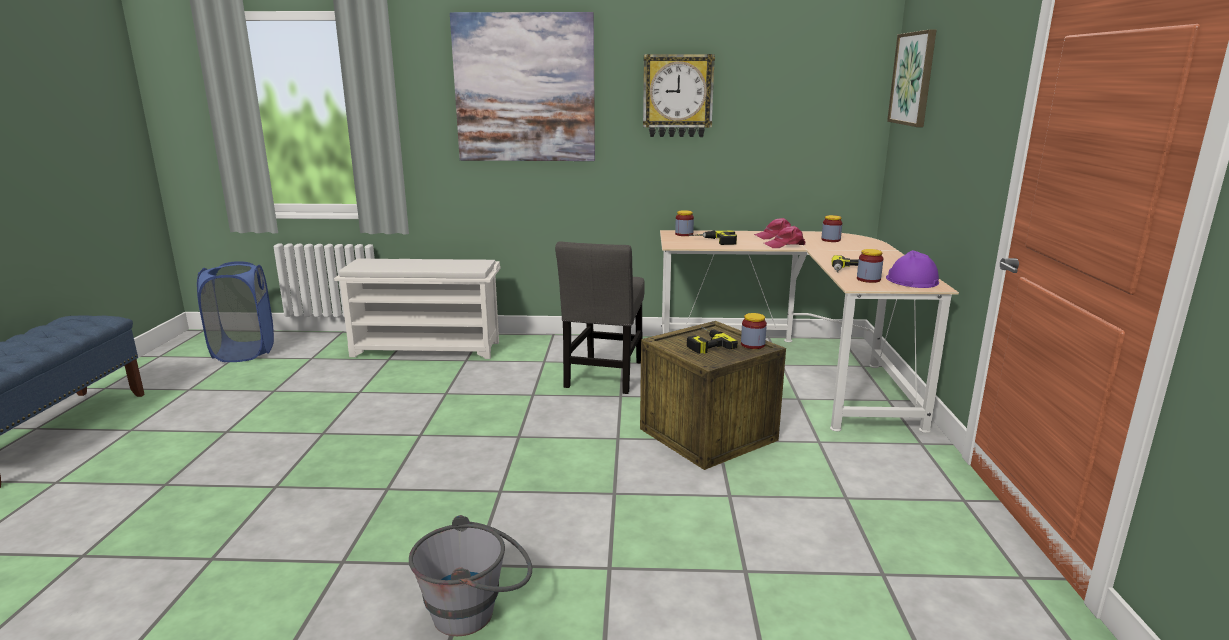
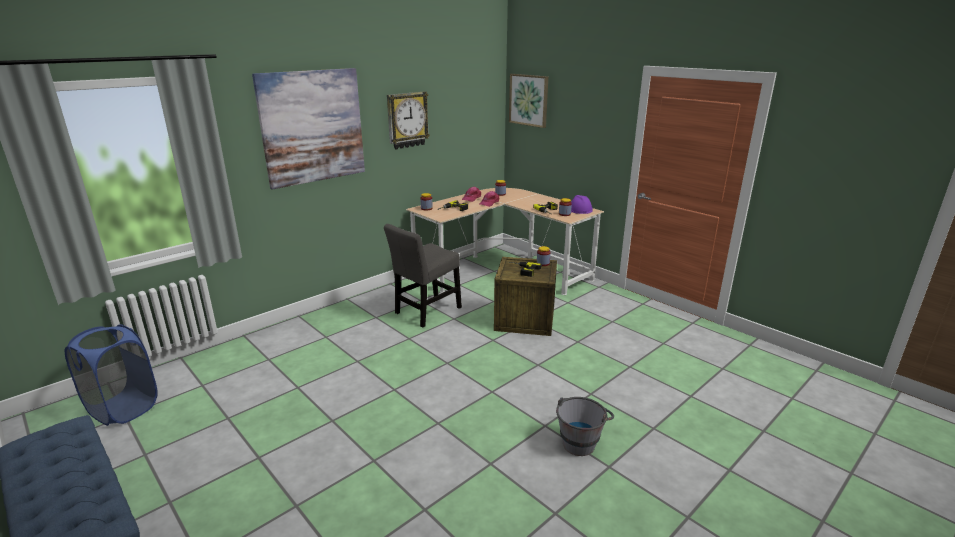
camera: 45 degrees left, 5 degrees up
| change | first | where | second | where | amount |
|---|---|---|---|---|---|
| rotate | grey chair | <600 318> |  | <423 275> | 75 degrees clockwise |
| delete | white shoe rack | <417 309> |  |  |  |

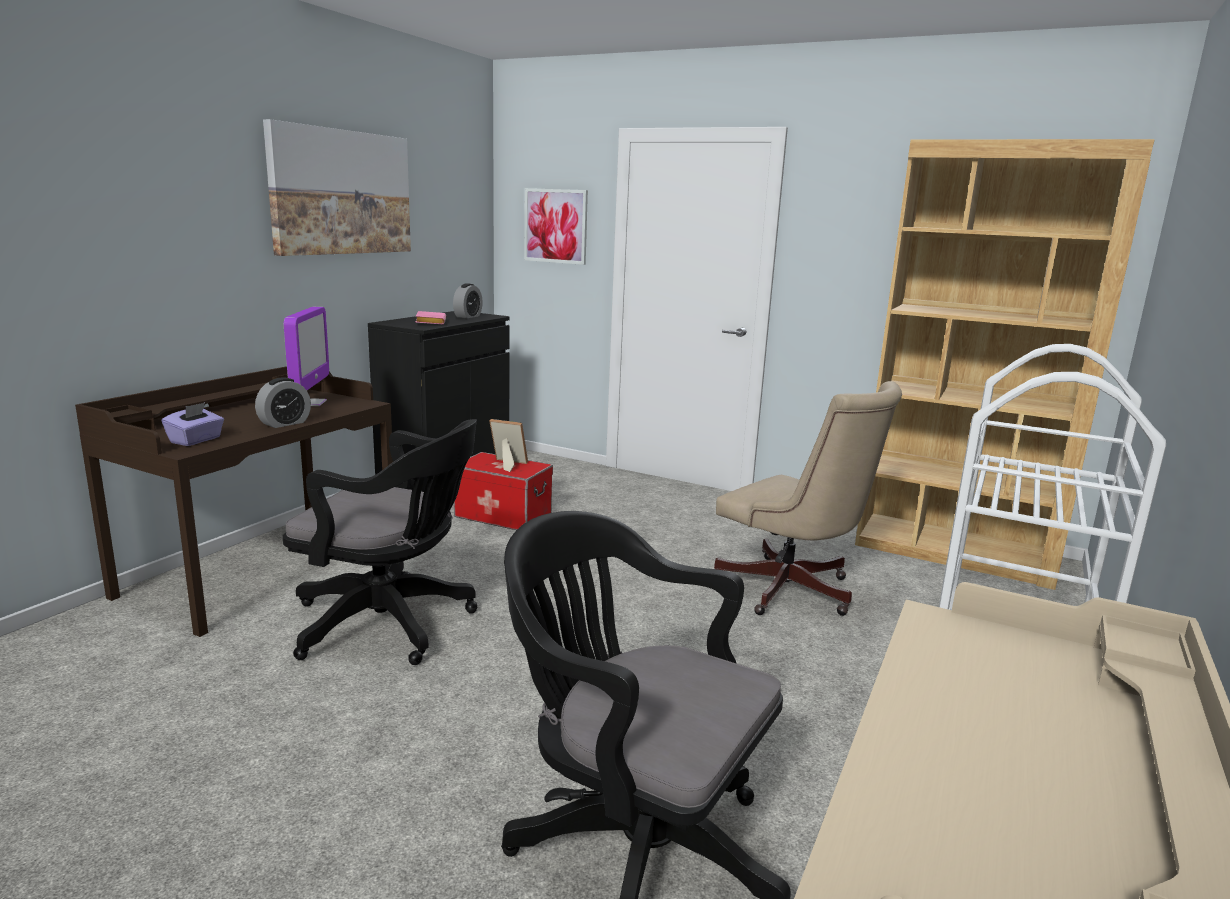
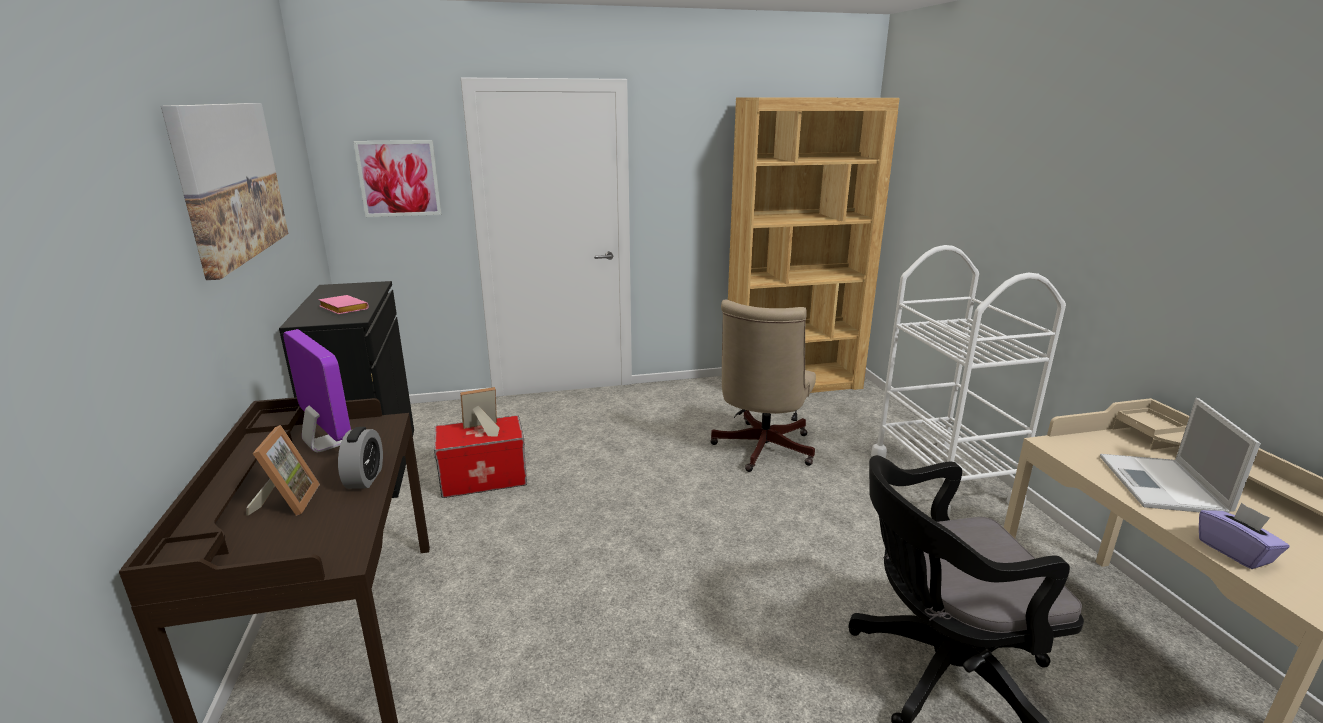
camera: 40 degrees left, 5 degrees up
| change | first | where | second | where | amount |
|---|---|---|---|---|---|
| insert |  |  | picture frame | <283 470> |  |
| rotate | beige office chair | <808 498> |  | <763 385> | 105 degrees clockwise |
| insert |  |  | laptop | <1180 455> |  |
| move | purple tissue box | <193 424> |  | <1244 536> |  |
| delete | black office chair | <380 542> |  |  |  |
| delete | alarm clock | <468 300> |  |  |  |

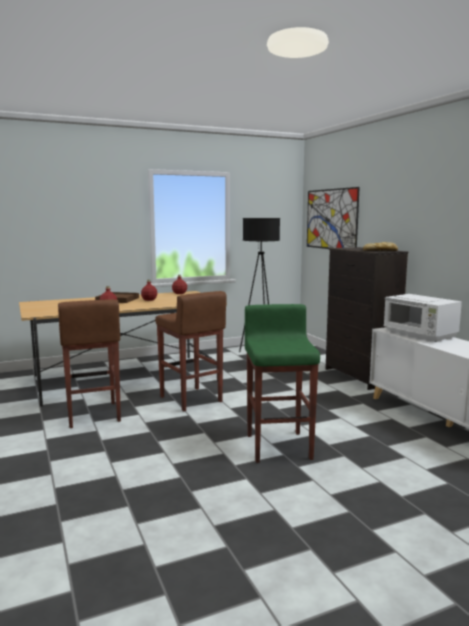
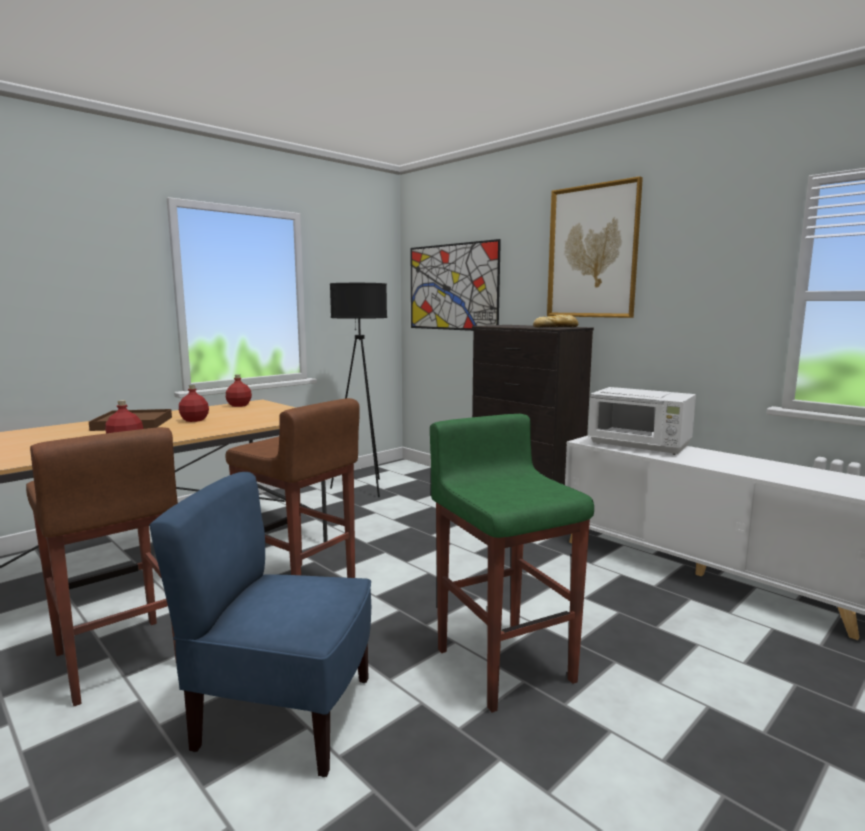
camera: 20 degrees left, 0 degrees up
| change | first | where | second | where | amount |
|---|---|---|---|---|---|
| insert |  |  | blue chair | <260 624> |  |
| insert |  |  | picture | <595 247> |  |

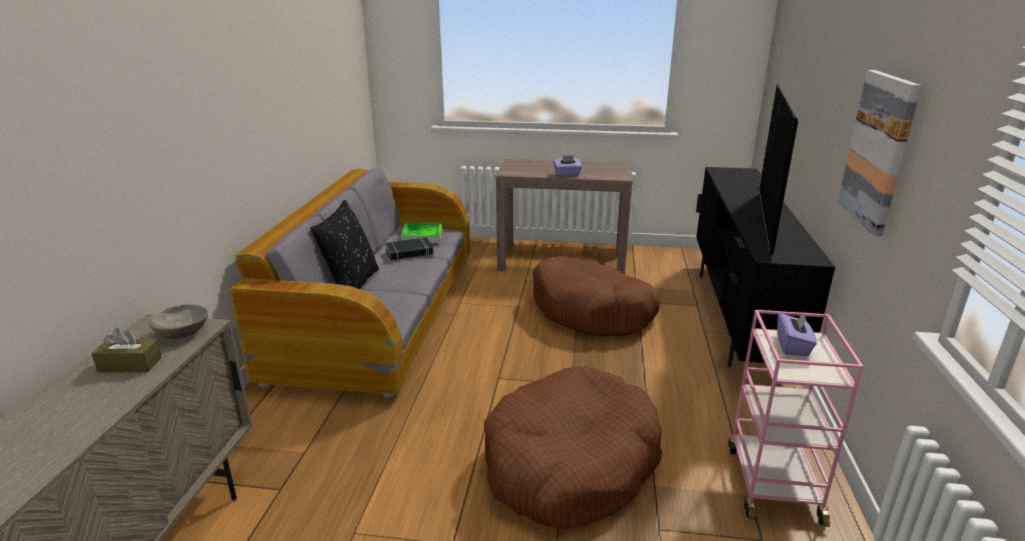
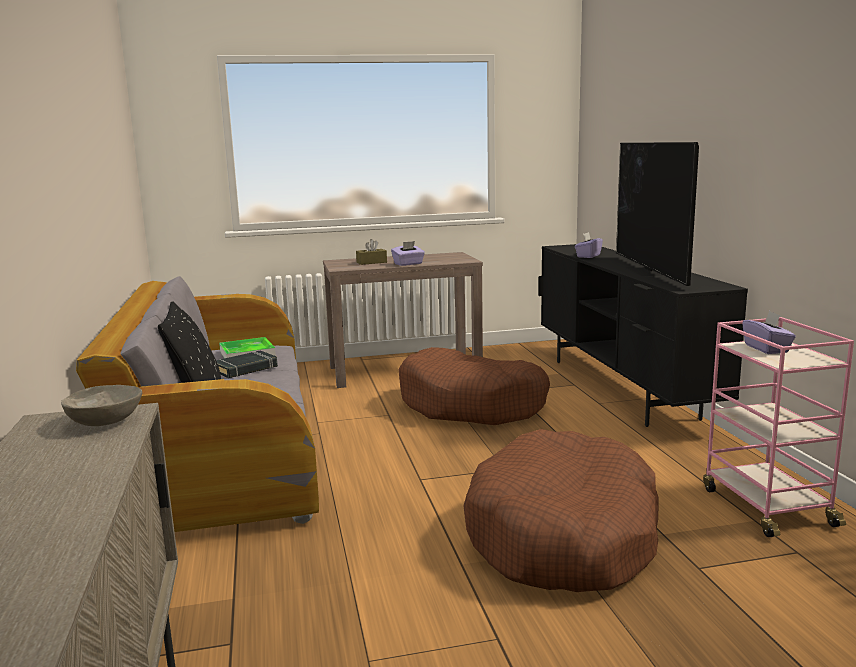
camera: 20 degrees left, 10 degrees down
| change | first | where | second | where | amount |
|---|---|---|---|---|---|
| move | brown tissue box | <126 350> |  | <371 252> |  |
| insert |  |  | purple tissue box | <589 245> |  |
| delete | picture | <879 153> |  |  |  |

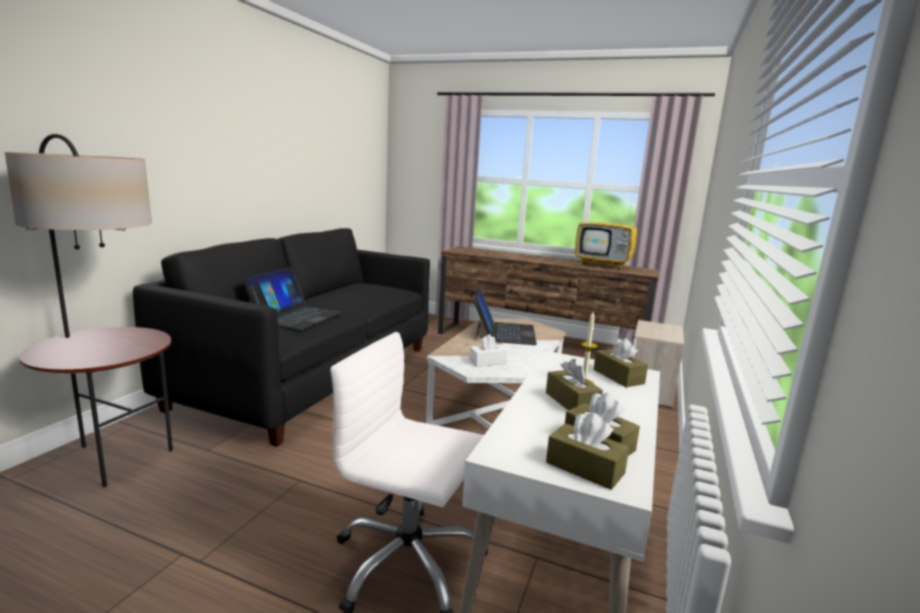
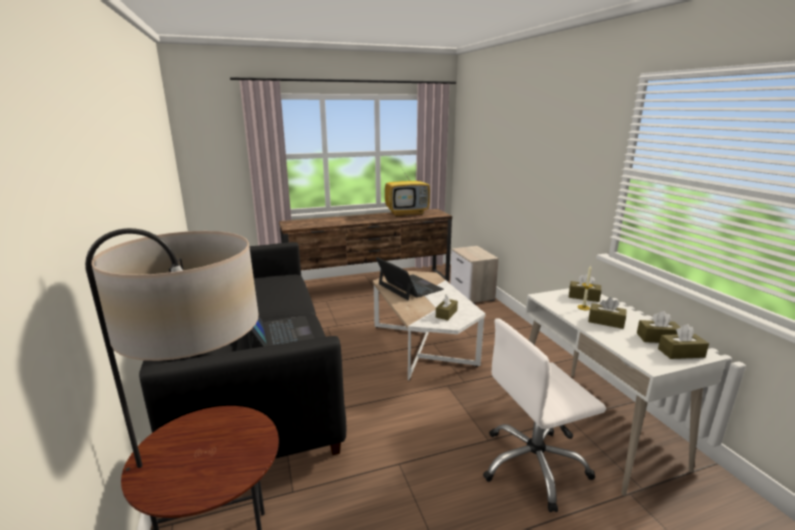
camera: 40 degrees left, 5 degrees up
| change | first | where | second | where | amount |
|---|---|---|---|---|---|
| recolor | white tissue box | <488 350> | brown tissue box | <447 307> |  |

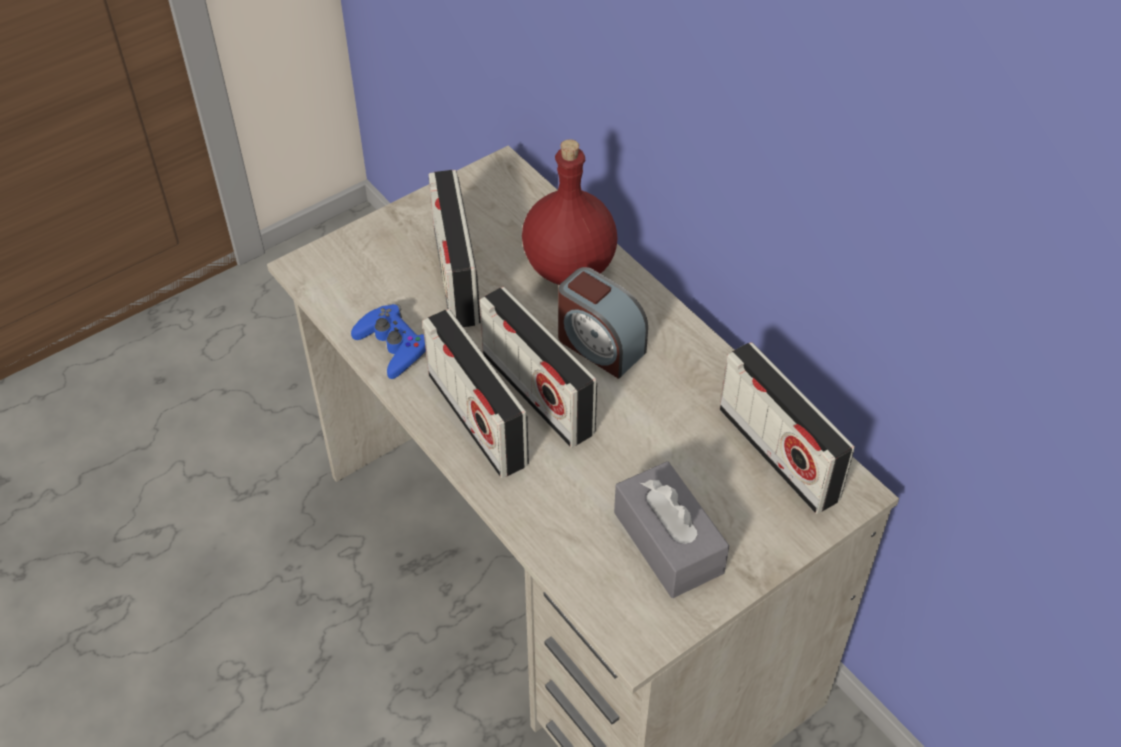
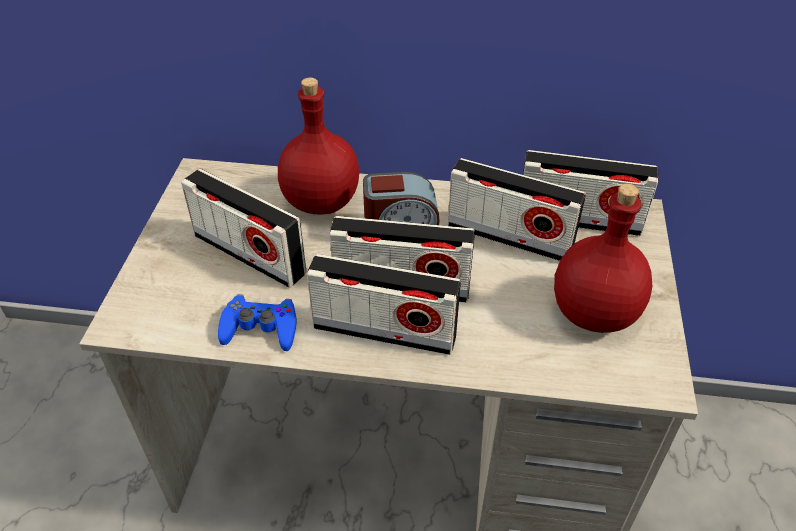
camera: 45 degrees left, 5 degrees down
| change | first | where | second | where | amount |
|---|---|---|---|---|---|
| insert |  |  | radio | <517 209> |  |
| replace | grey tissue box | <671 529> | red bottle | <603 258> |  |

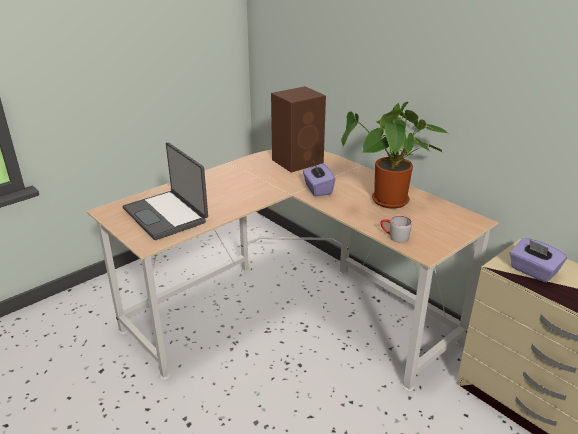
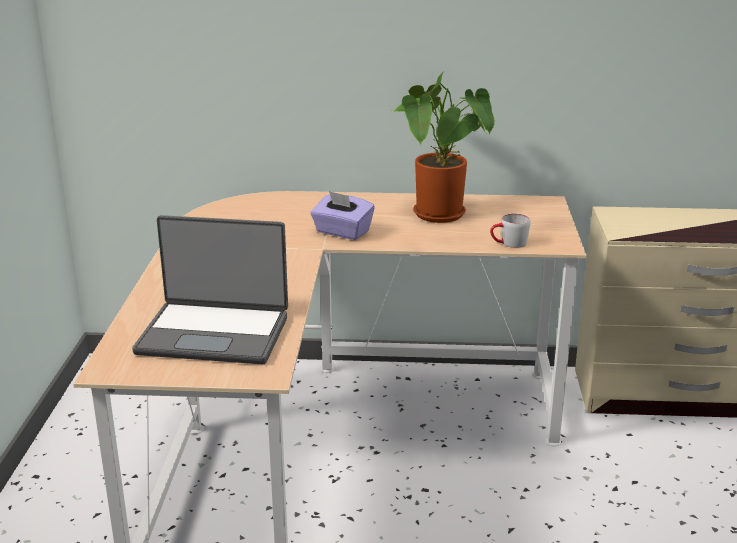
camera: 45 degrees left, 5 degrees down
| change | first | where | second | where | amount |
|---|---|---|---|---|---|
| delete | brown speaker | <298 129> |  |  |  |
| delete | purple tissue box | <538 260> |  |  |  |

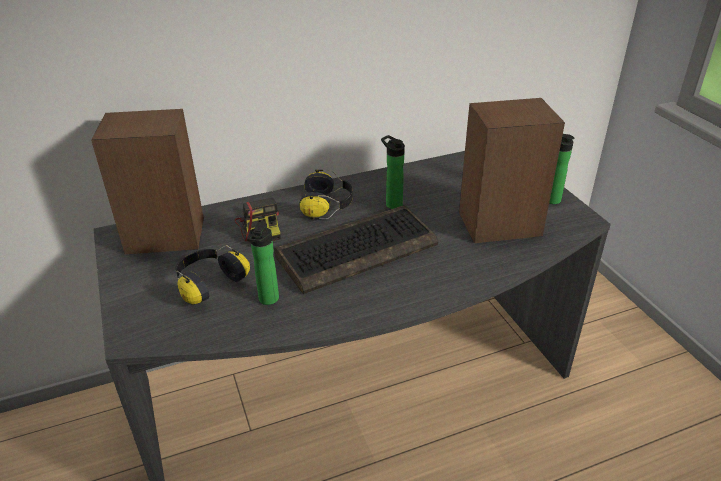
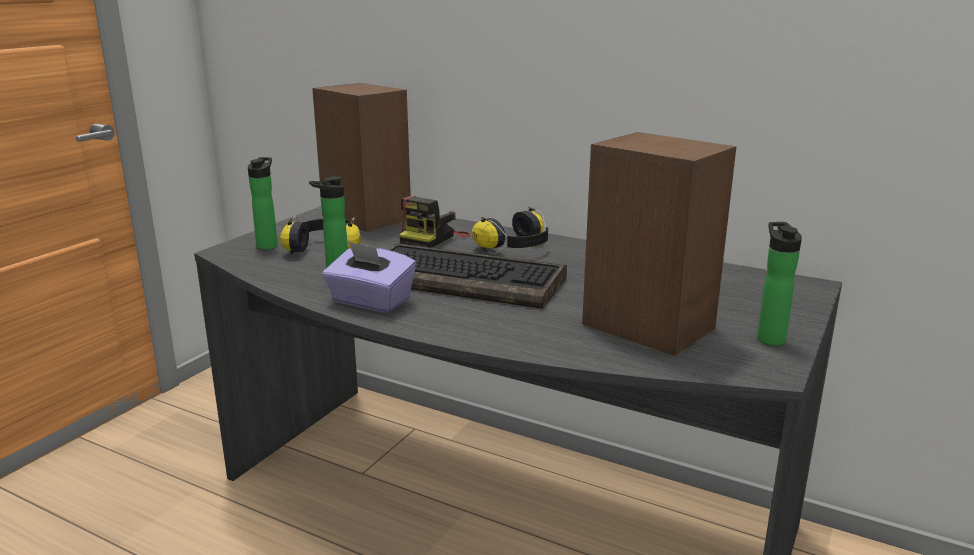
camera: 50 degrees right, 15 degrees down
| change | first | where | second | where | amount |
|---|---|---|---|---|---|
| move | bottle | <393 172> |  | <263 203> |  |
| insert |  |  | purple tissue box | <369 277> |  |

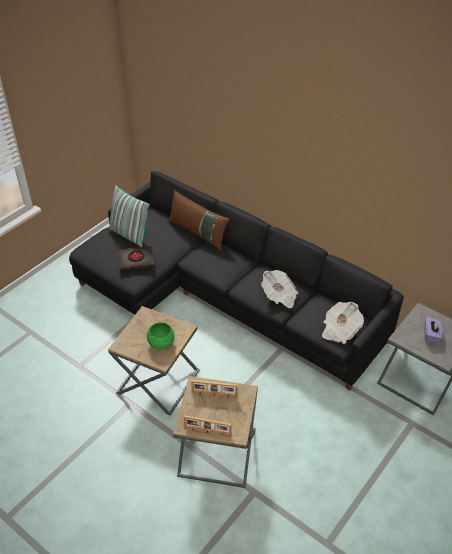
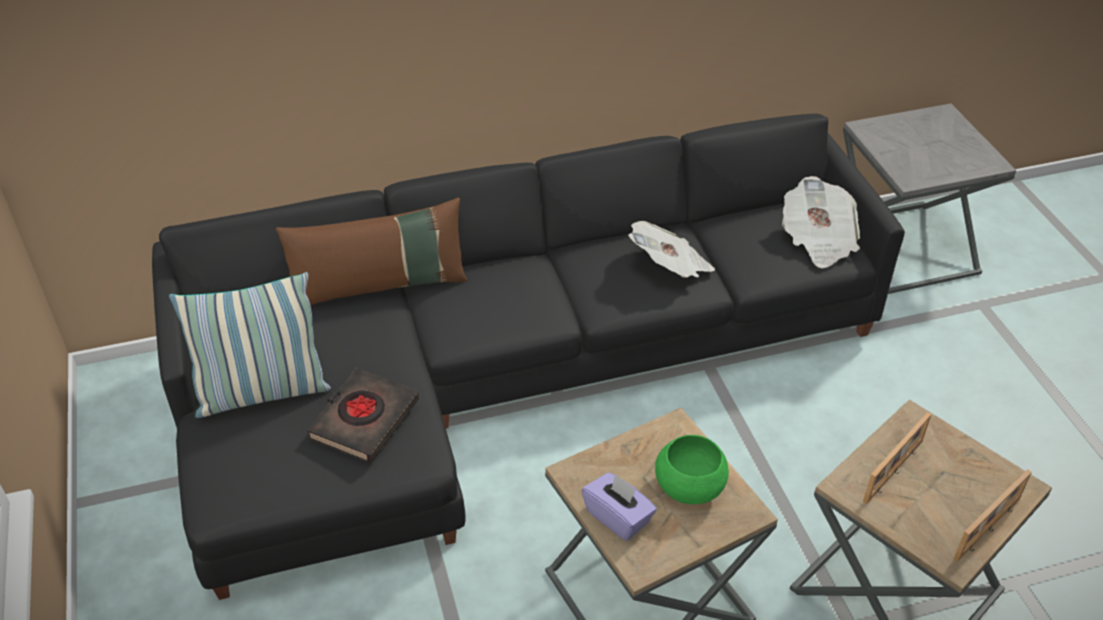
camera: 55 degrees left, 0 degrees up
| change | first | where | second | where | amount |
|---|---|---|---|---|---|
| move | purple tissue box | <433 330> |  | <619 506> |  |

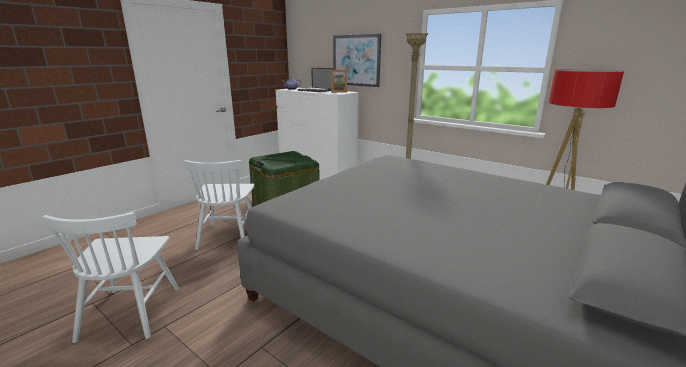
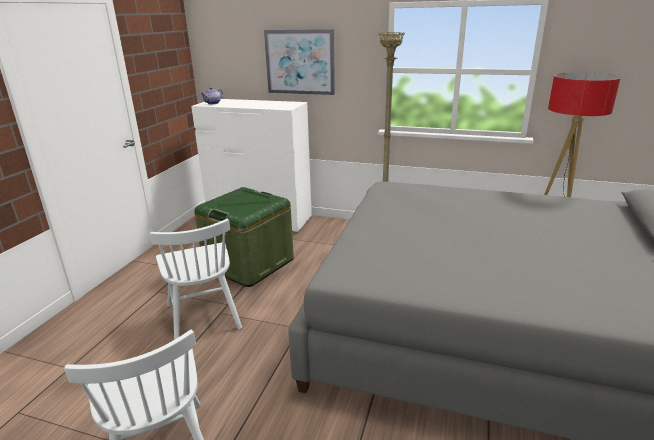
camera: 20 degrees left, 5 degrees up
| change | first | where | second | where | amount |
|---|---|---|---|---|---|
| delete | laptop | <316 80> |  |  |  |
| delete | picture frame | <339 81> |  |  |  |

